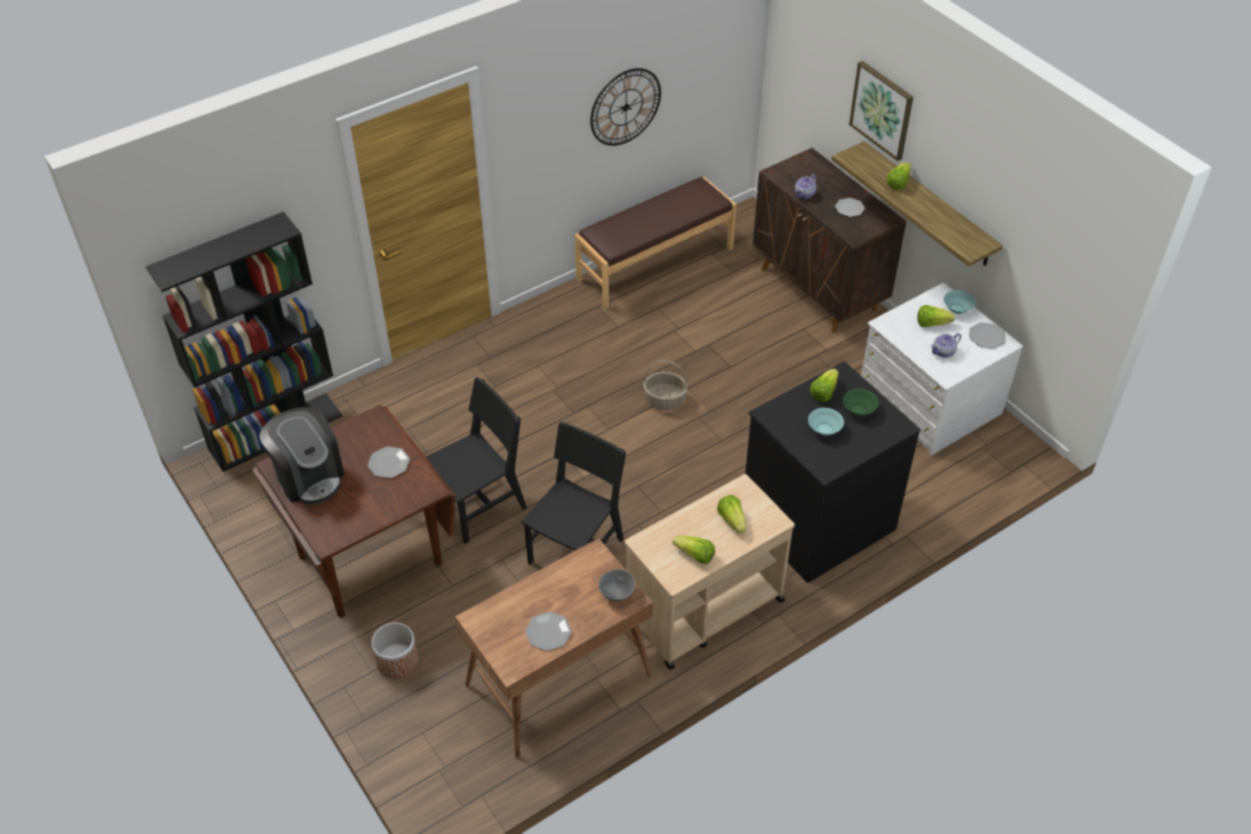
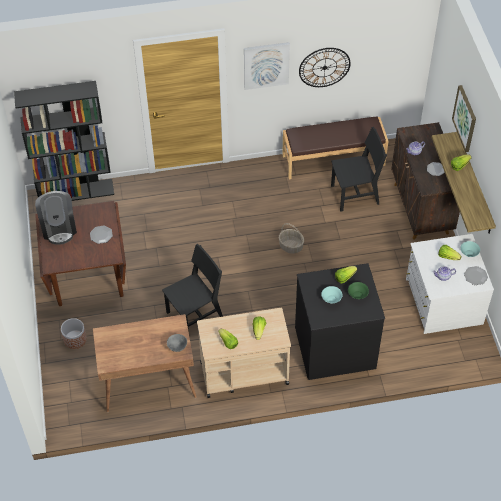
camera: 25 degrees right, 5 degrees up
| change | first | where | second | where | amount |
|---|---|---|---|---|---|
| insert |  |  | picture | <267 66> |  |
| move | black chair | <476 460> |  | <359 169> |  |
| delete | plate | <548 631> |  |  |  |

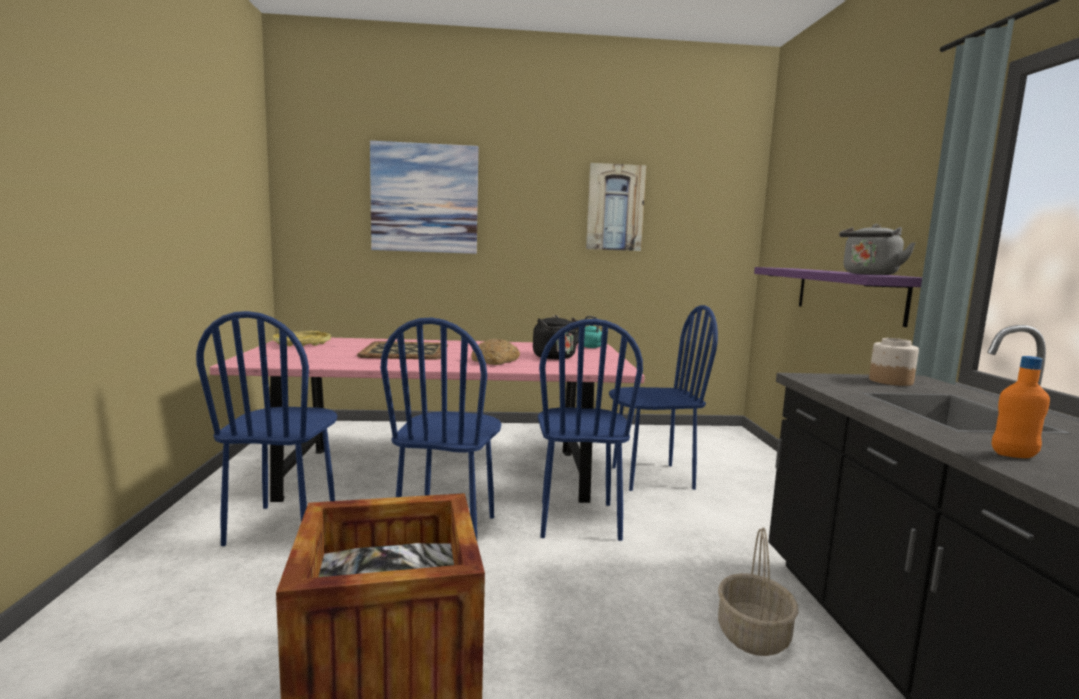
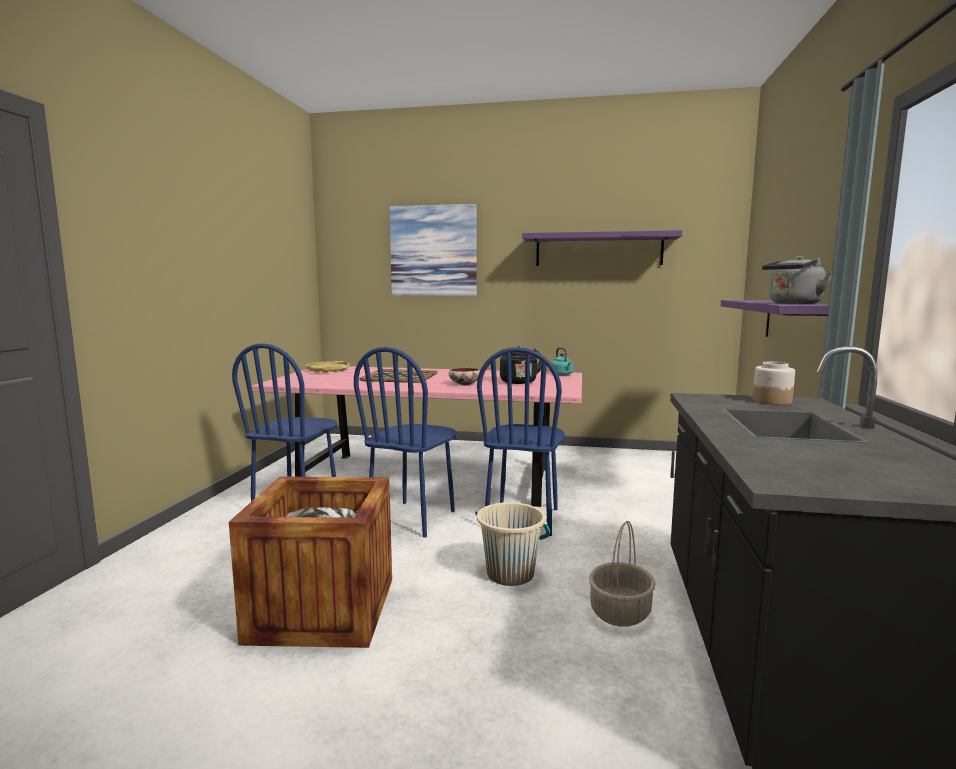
camera: 15 degrees right, 0 degrees up
| change | first | where | second | where | amount |
|---|---|---|---|---|---|
| replace | bread | <495 352> | bowl | <464 376> |  |
| insert |  |  | beige bucket | <512 544> |  |
| replace | picture | <616 207> | purple shelf | <602 248> |  |
| delete | blue chair | <663 398> |  |  |  |
| delete | orange bottle | <1021 407> |  |  |  |

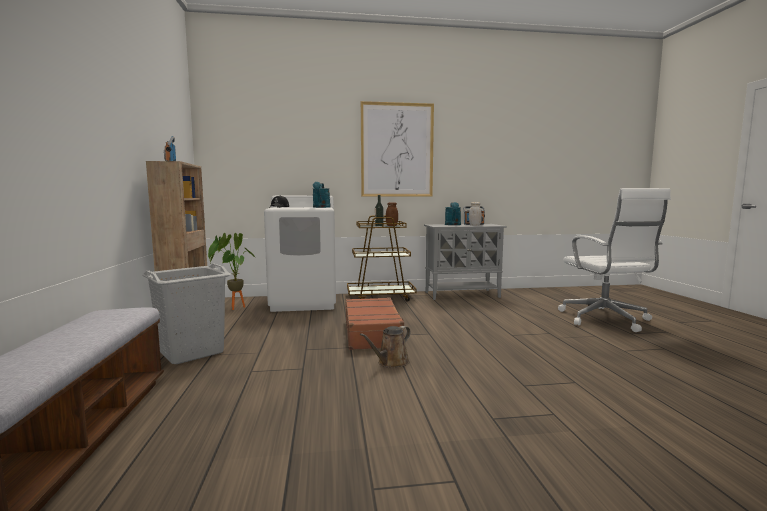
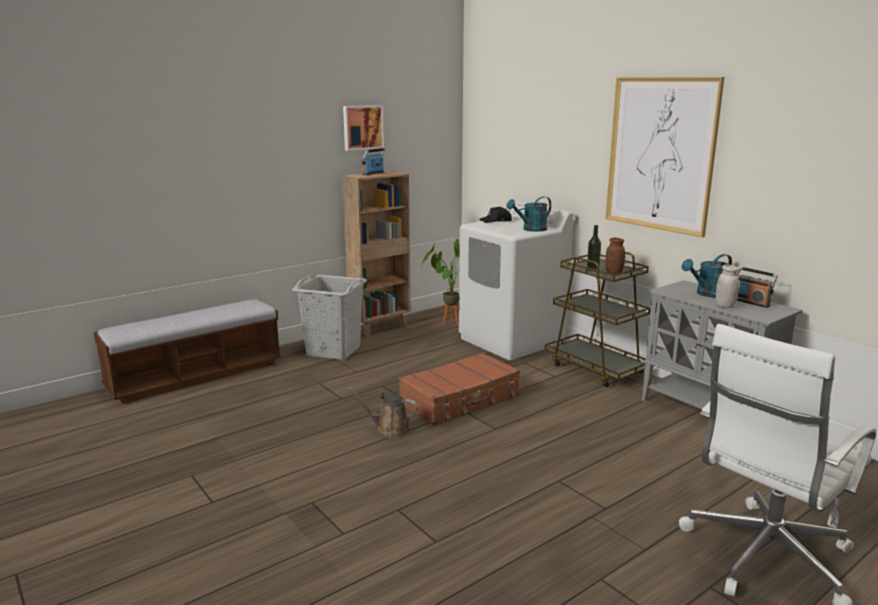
camera: 60 degrees right, 10 degrees up
| change | first | where | second | where | amount |
|---|---|---|---|---|---|
| insert |  |  | picture | <363 128> |  |

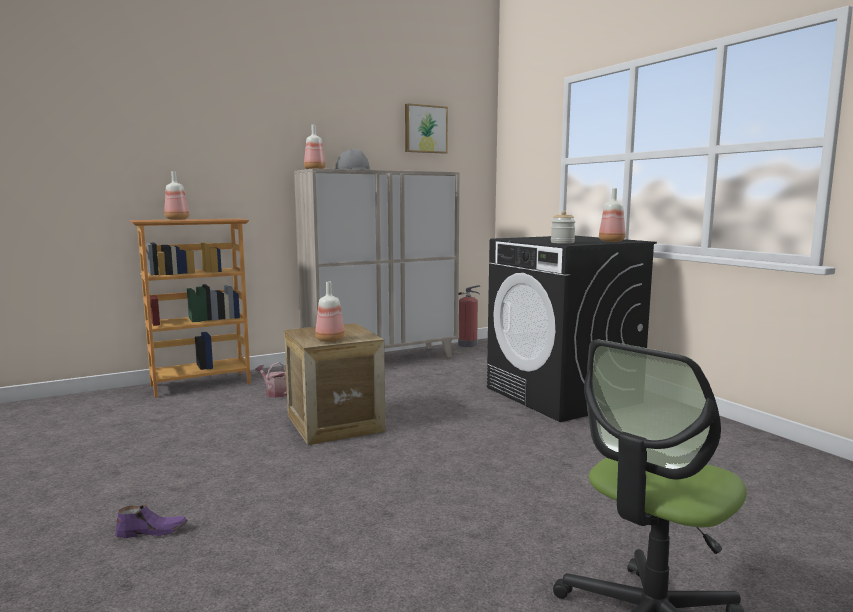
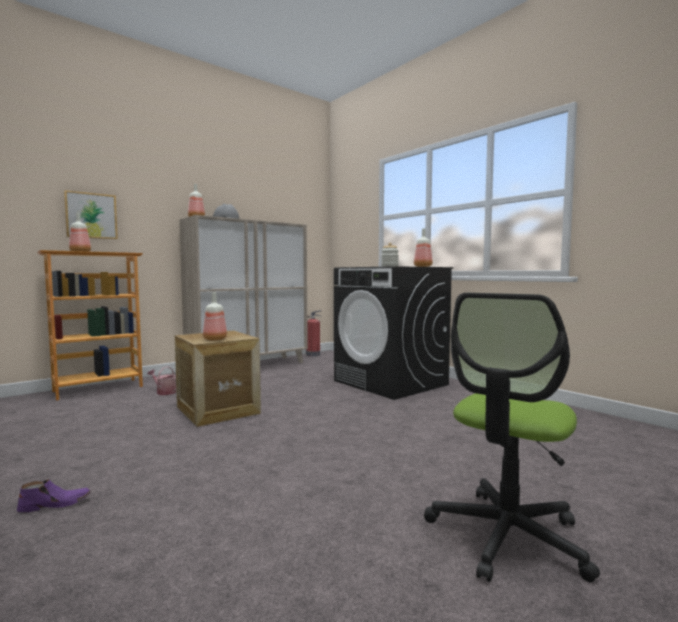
camera: 10 degrees left, 5 degrees down
| change | first | where | second | where | amount |
|---|---|---|---|---|---|
| move | picture | <426 128> |  | <91 214> |  |

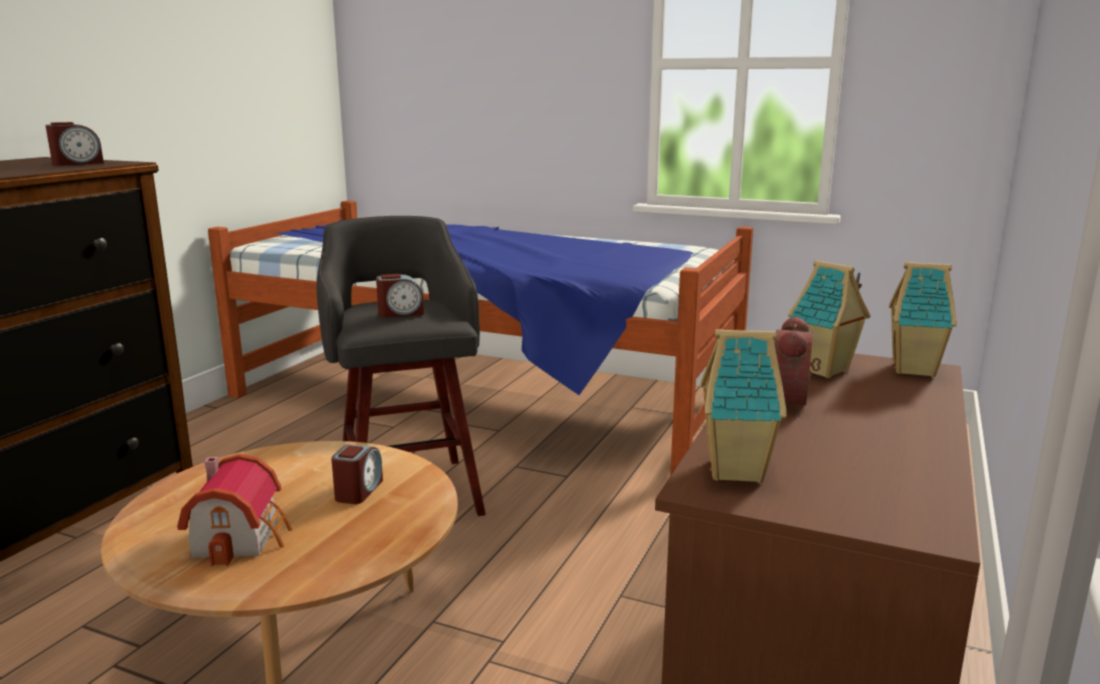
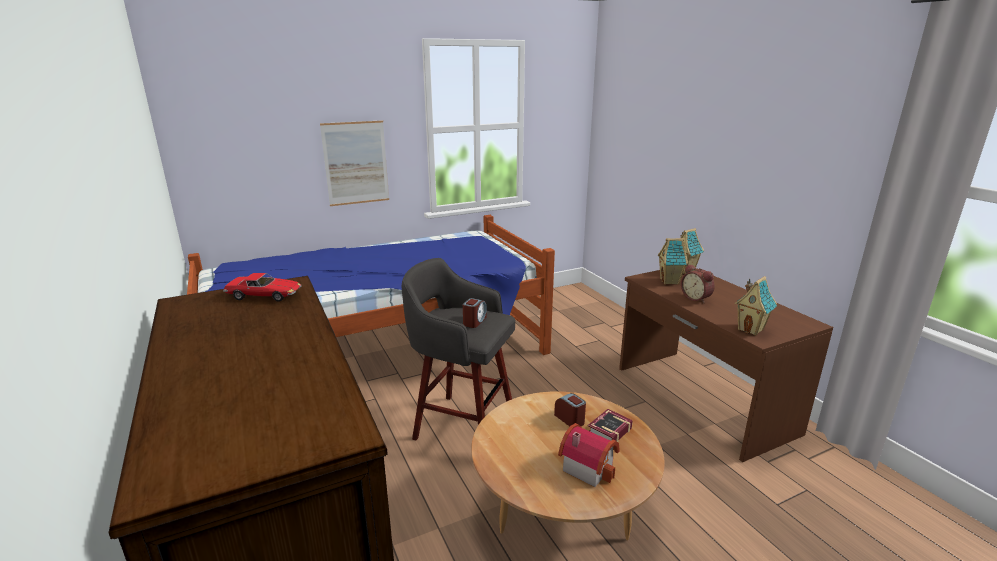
camera: 50 degrees left, 5 degrees up
| change | first | where | second | where | amount |
|---|---|---|---|---|---|
| replace | alarm clock | <75 143> | toy car | <262 287> |  |
| insert |  |  | picture | <354 163> |  |
| insert |  |  | book | <610 425> |  |

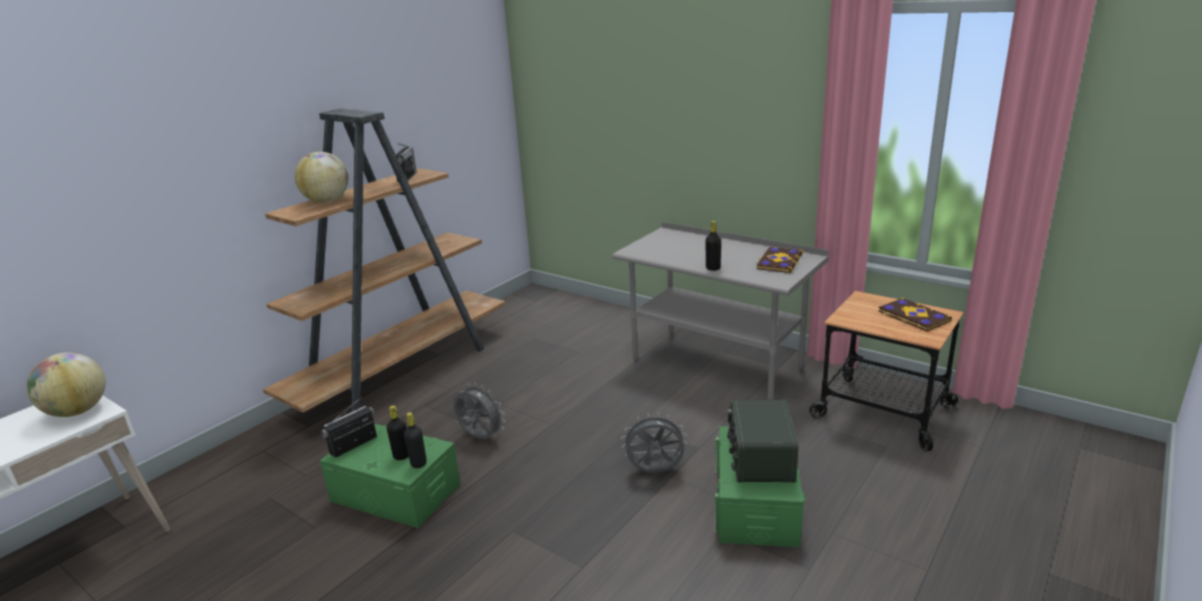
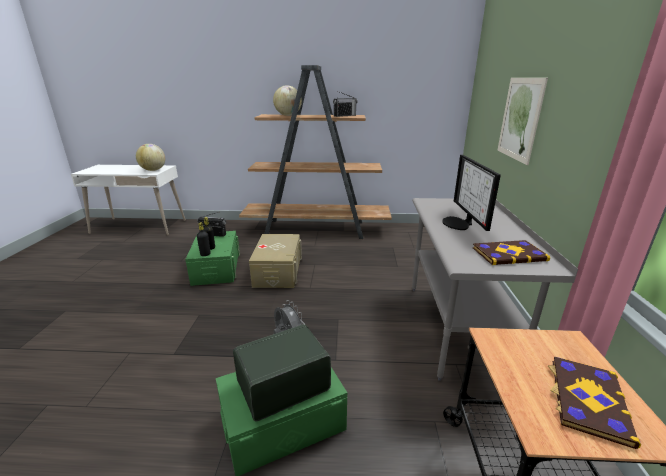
camera: 55 degrees right, 0 degrees up
| change | first | where | second | where | amount |
|---|---|---|---|---|---|
| replace | grey fan | <479 411> | beige storage box | <275 261> |  |
| insert |  |  | monitor | <471 193> |  |
| insert |  |  | picture | <522 121> |  |
| delete | black bottle | <713 246> |  |  |  |

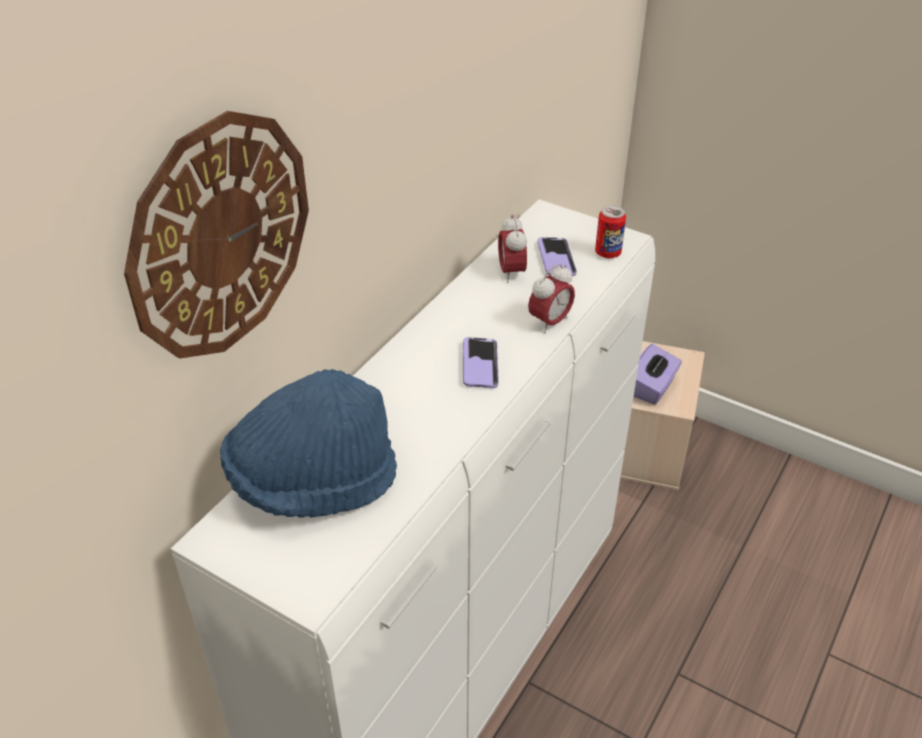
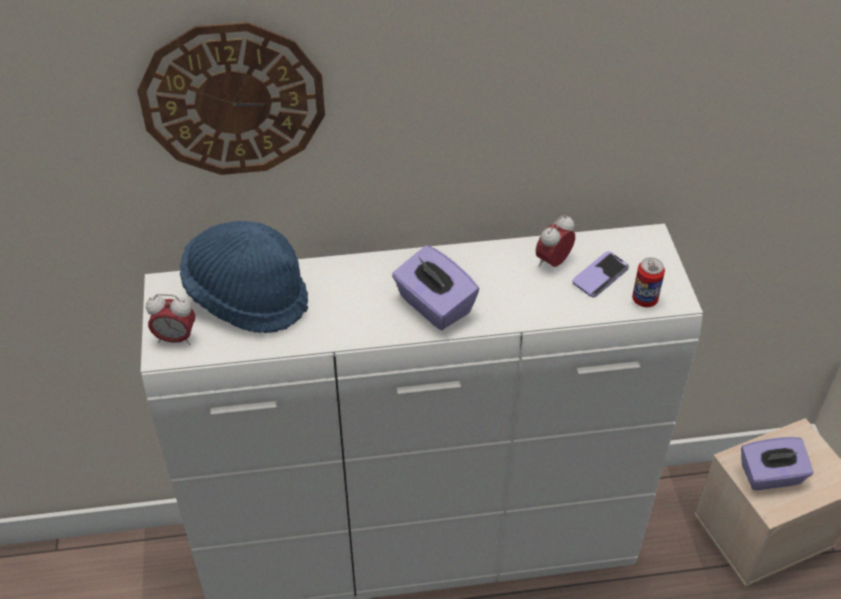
camera: 50 degrees right, 5 degrees up
| change | first | where | second | where | amount |
|---|---|---|---|---|---|
| move | alarm clock | <551 299> |  | <170 319> |  |
| replace | phone | <481 362> | purple tissue box | <435 287> |  |

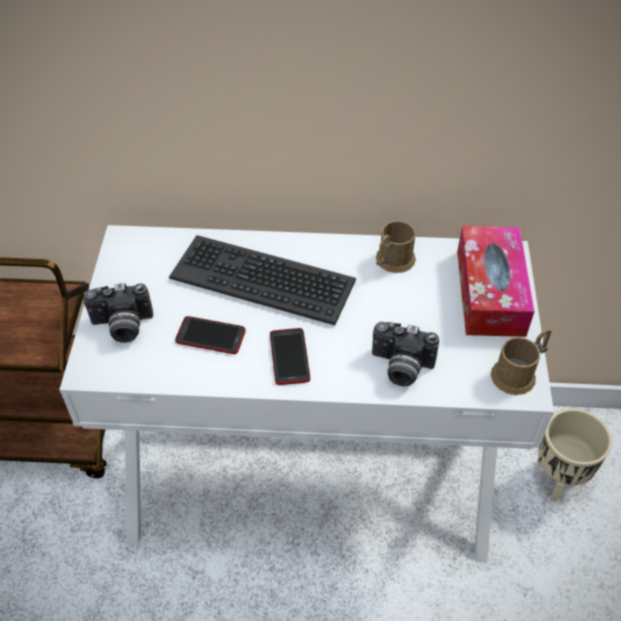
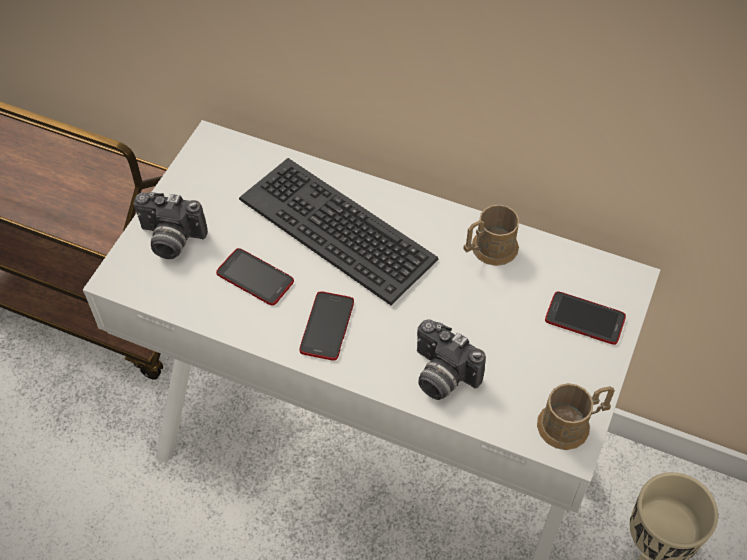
camera: 20 degrees right, 5 degrees up
| change | first | where | second | where | amount |
|---|---|---|---|---|---|
| replace | tissue box | <495 281> | phone | <585 318> |  |

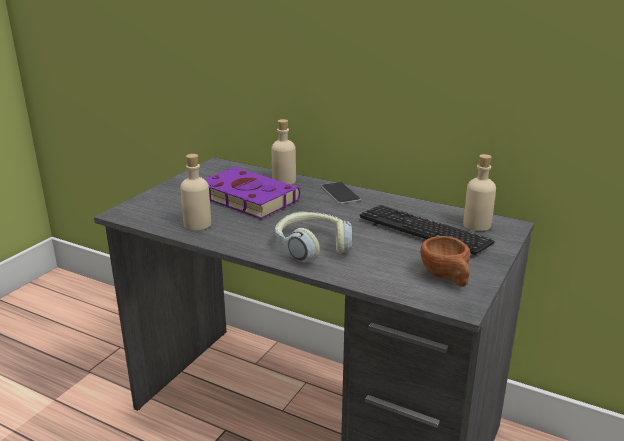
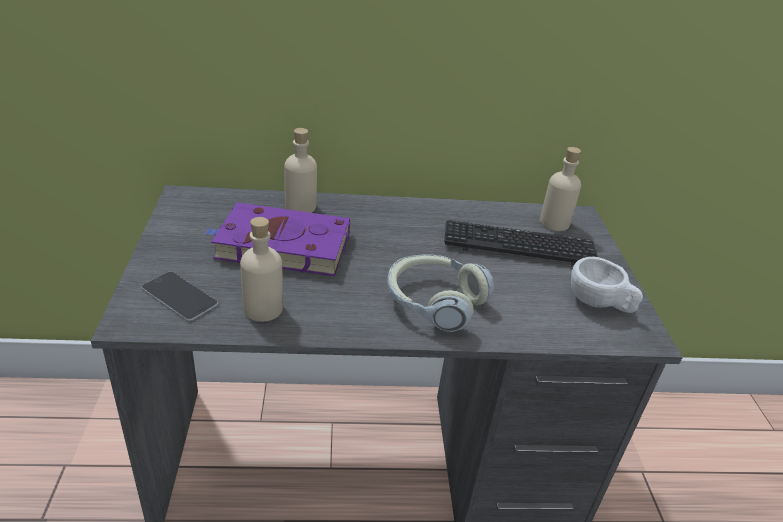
camera: 35 degrees left, 10 degrees up
| change | first | where | second | where | amount |
|---|---|---|---|---|---|
| move | phone | <341 193> |  | <179 296> |  |
| recolor | brown cup | <445 261> | white cup | <607 285> |  |

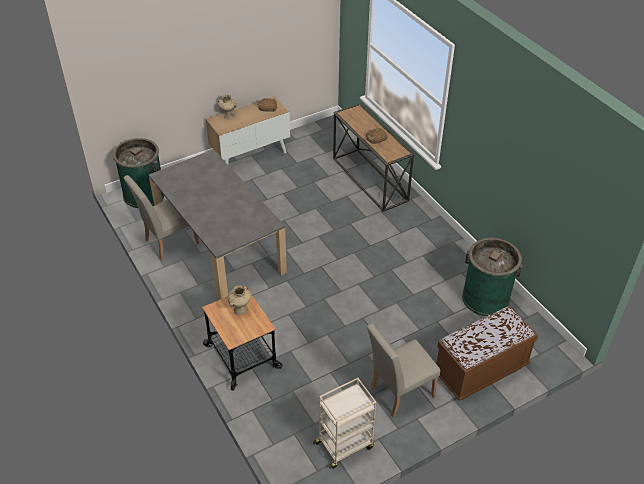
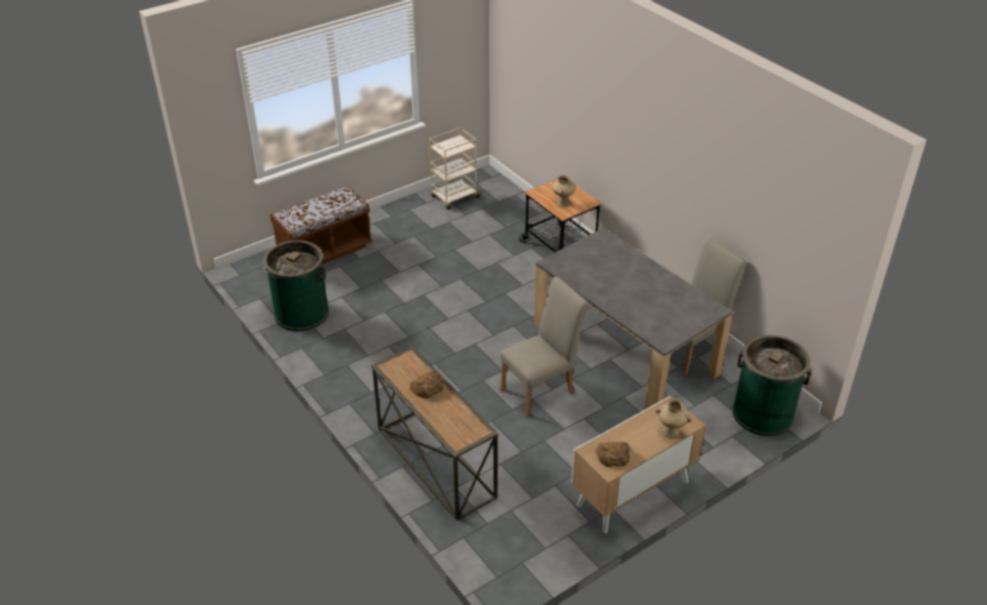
camera: 175 degrees right, 5 degrees down
| change | first | where | second | where | amount |
|---|---|---|---|---|---|
| move | beige chair | <403 370> |  | <544 347> |  |

